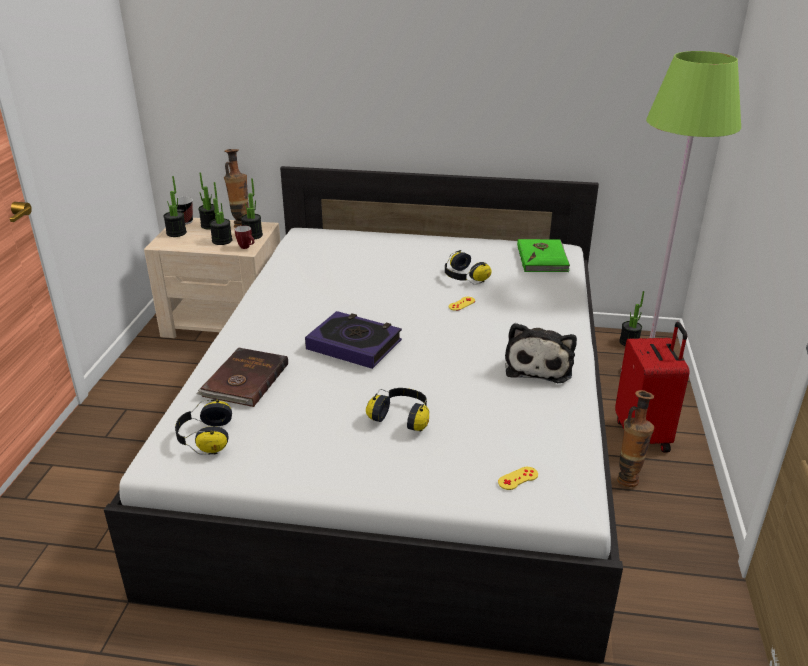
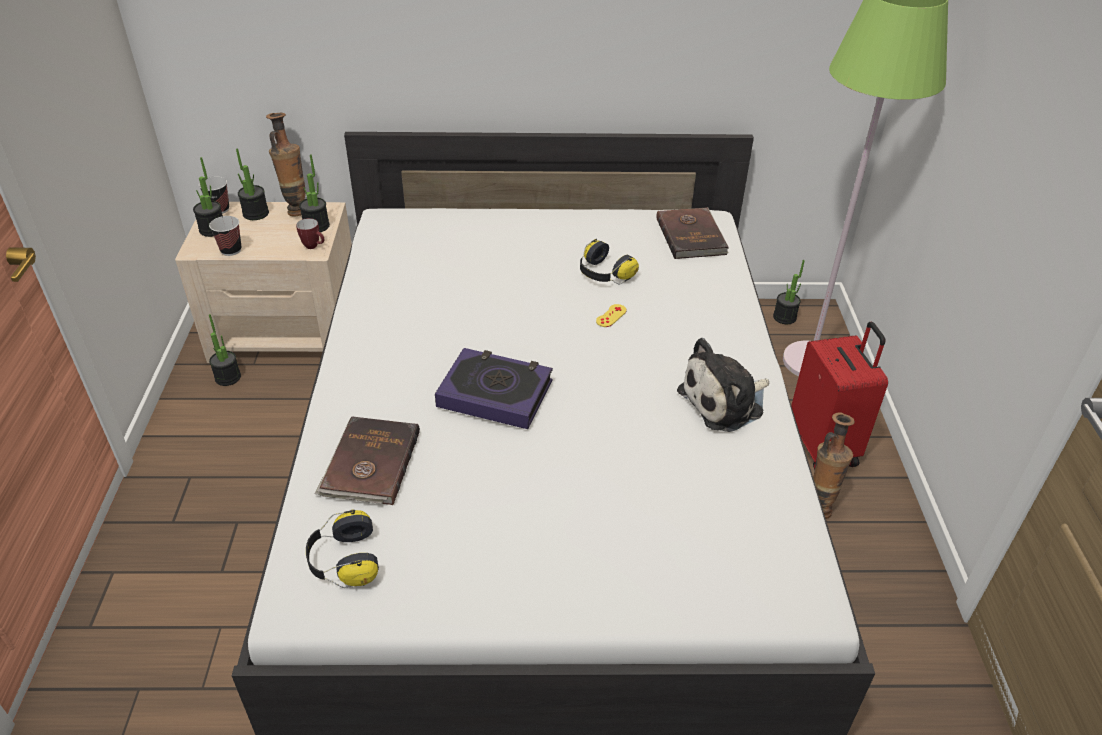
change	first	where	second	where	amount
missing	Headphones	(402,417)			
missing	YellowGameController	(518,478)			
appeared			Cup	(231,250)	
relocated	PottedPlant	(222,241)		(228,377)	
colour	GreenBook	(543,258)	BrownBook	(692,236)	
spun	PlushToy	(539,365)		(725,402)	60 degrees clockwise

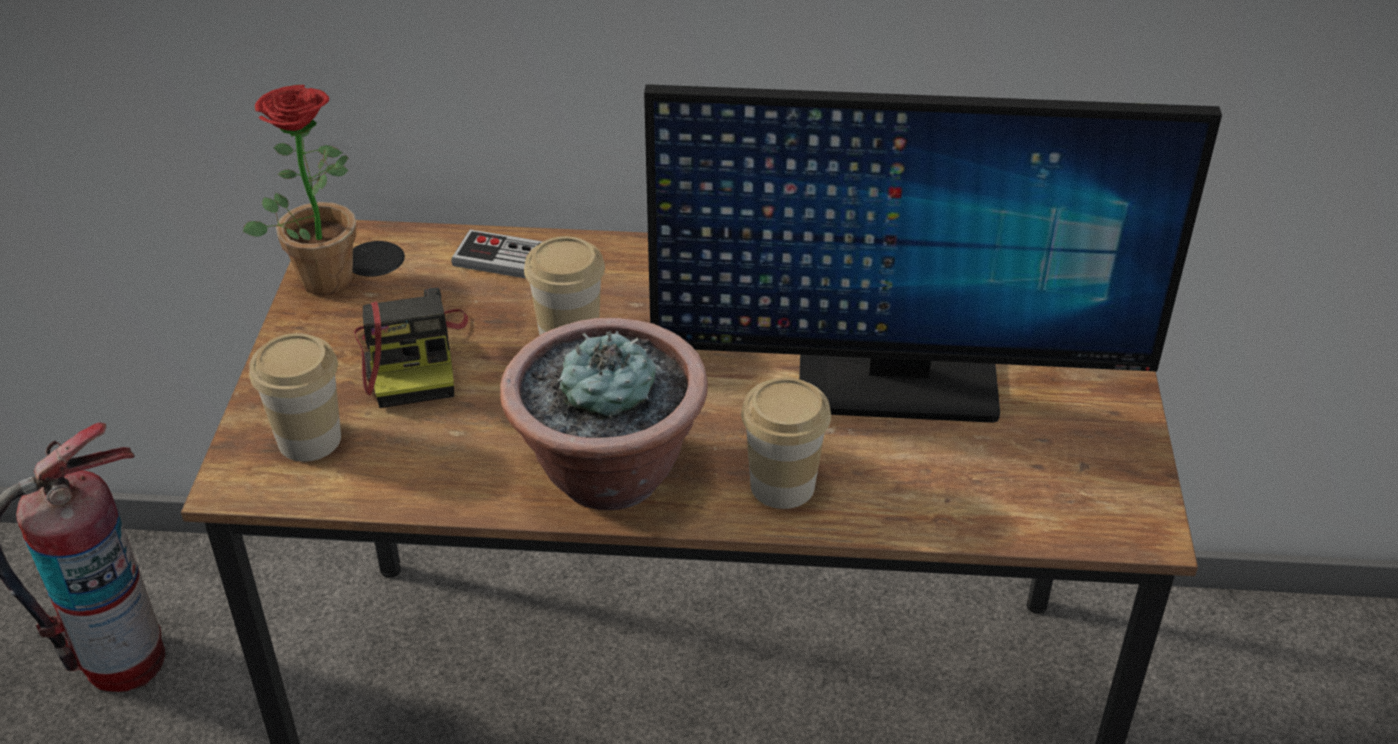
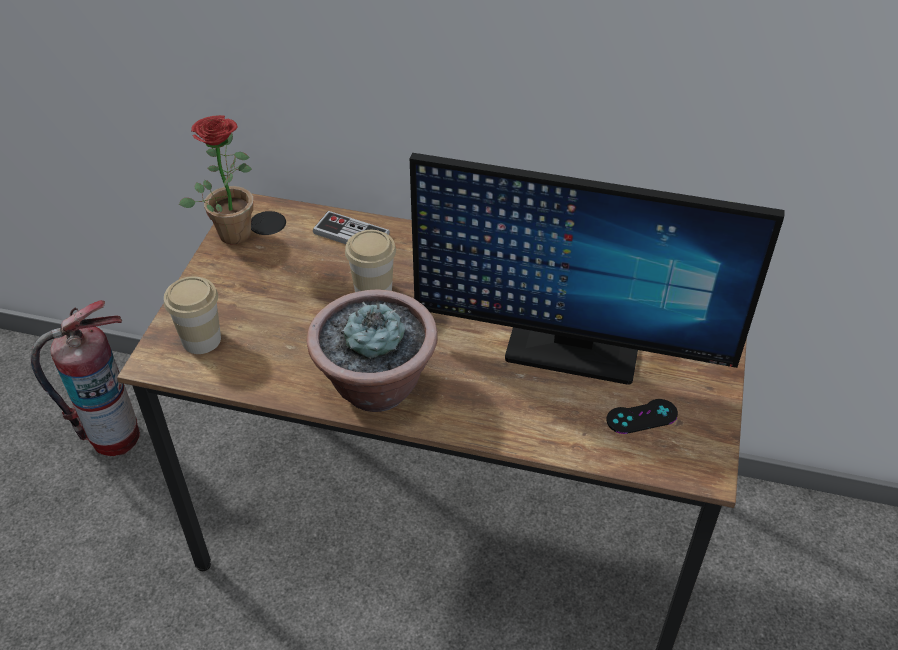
change	first	where	second	where	amount
missing	PhotoCamera	(413,358)			
missing	Cup	(782,485)			
appeared			BlackGameController	(641,417)	

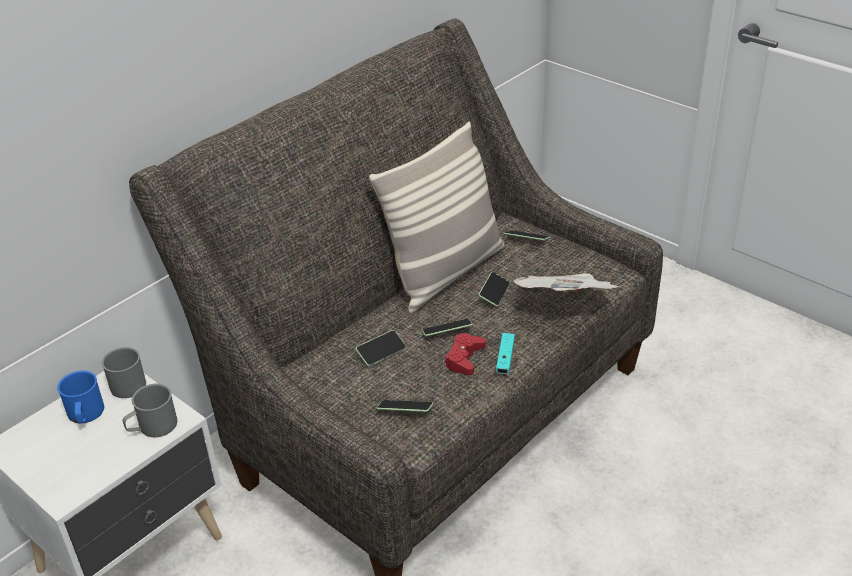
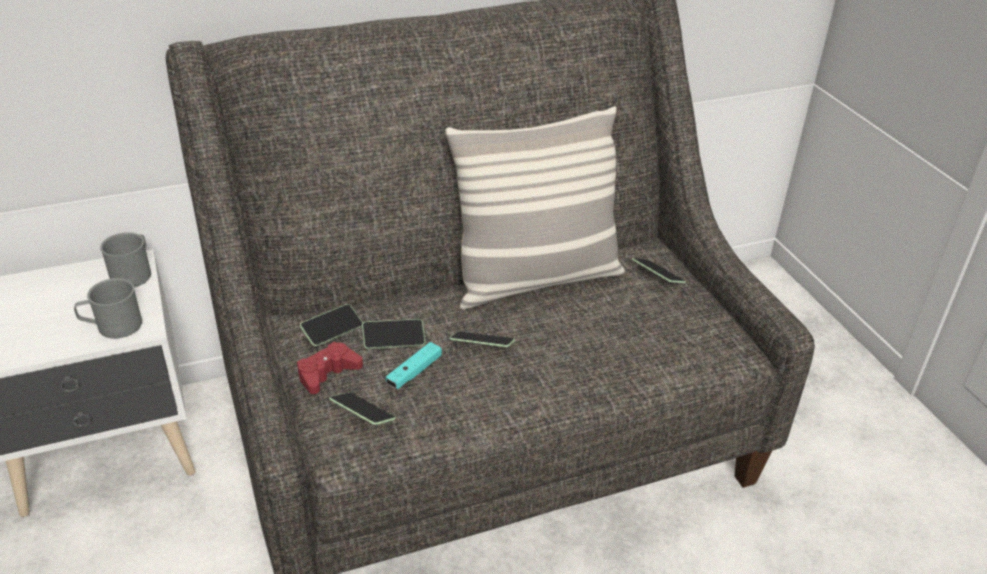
change	first	where	second	where	amount
missing	BlueMug	(85,415)			
missing	Newspaper	(565,304)			
relocated	RedGameController	(464,359)		(328,373)	
relocated	Phone	(494,294)		(332,331)	
relocated	TurquoiseGameController	(505,358)		(414,372)	

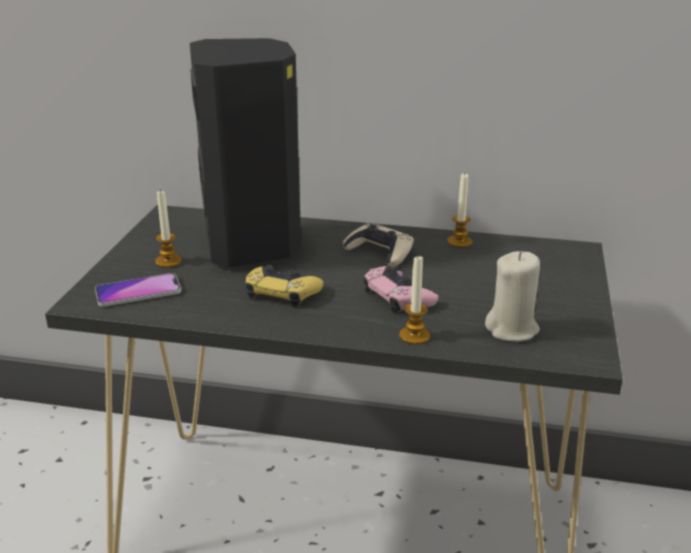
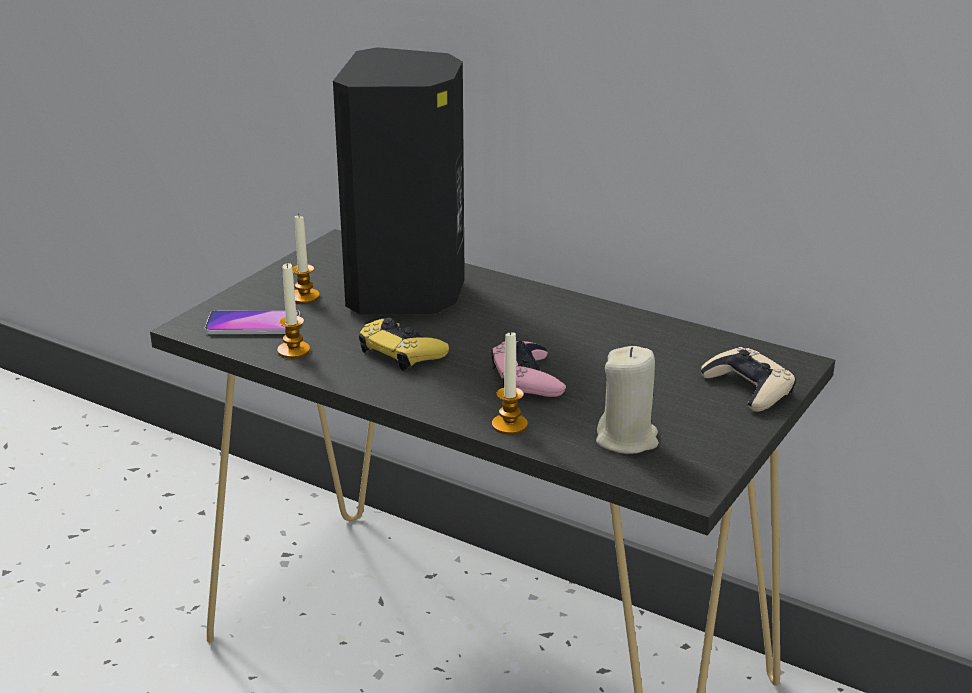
change	first	where	second	where	amount
relocated	BeigeGameController	(380,252)		(748,388)	
relocated	Candle	(459,242)		(293,351)	

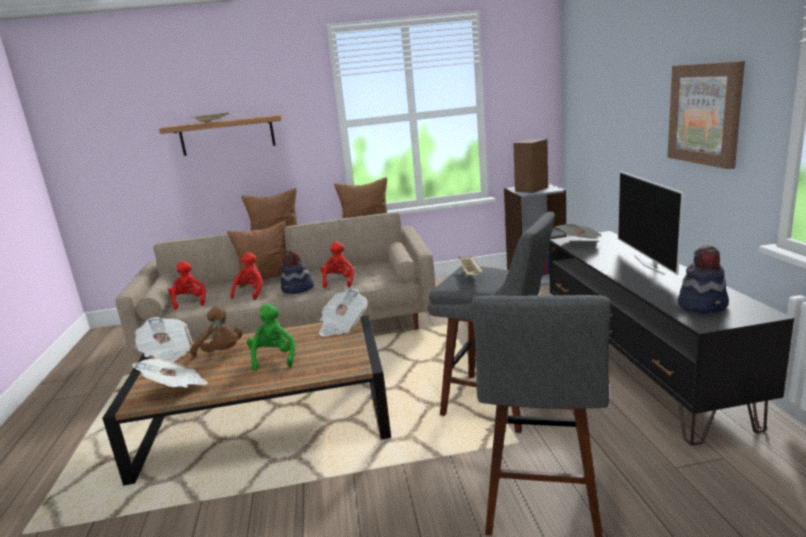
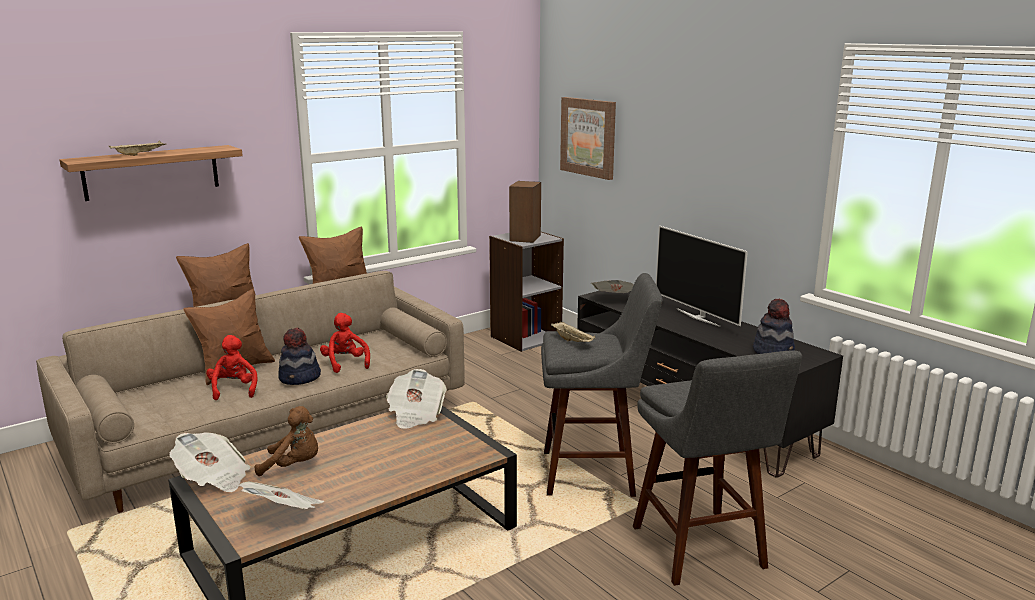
change	first	where	second	where	amount
missing	RedPlushToy	(189,302)			
missing	GreenPlushToy	(274,358)			
relocated	Picture	(705,114)		(588,137)	

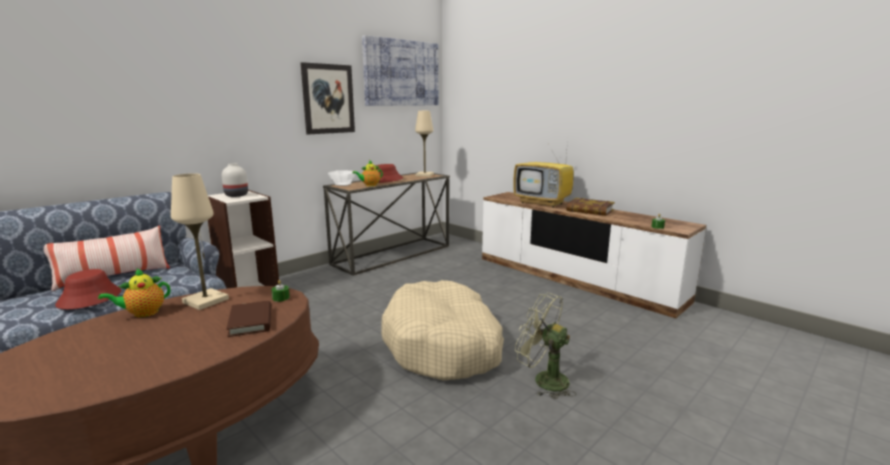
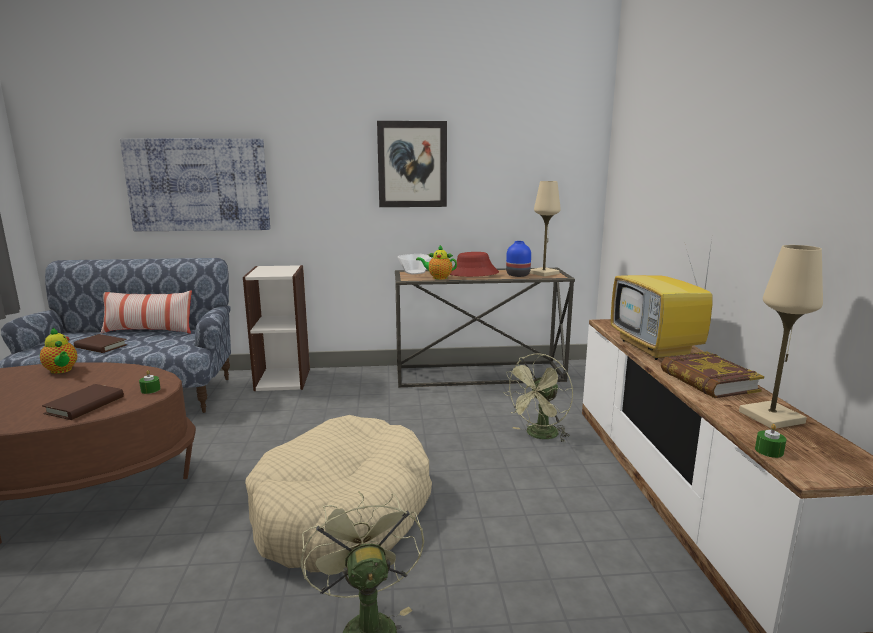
change	first	where	second	where	amount
missing	WhiteVase	(236,195)			
appeared			GreenFan	(539,436)	
appeared			BlueVase	(518,275)	
relocated	BeigeTableLamp	(206,301)		(771,417)	
relocated	Picture	(401,73)		(199,185)	
exchanged	RedHat	(89,298)	BrownBook	(100,346)	
spun	Teapot	(143,313)		(62,370)	135 degrees counterclockwise

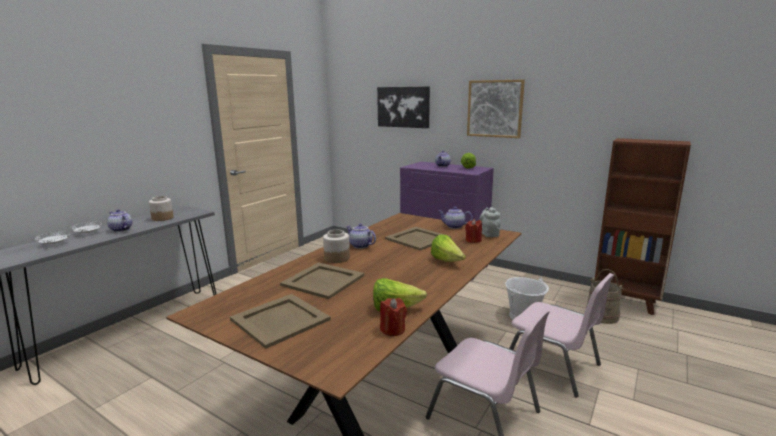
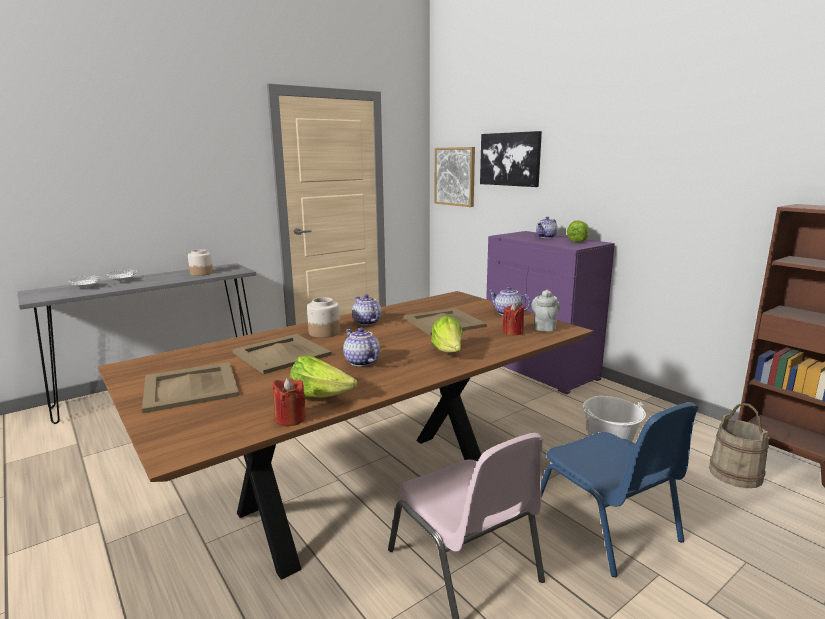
change	first	where	second	where	amount
relocated	Teapot	(120,229)		(361,362)	
relocated	Picture	(495,108)		(455,176)	
colour	PinkChair	(553,366)	BlueChair	(607,527)	

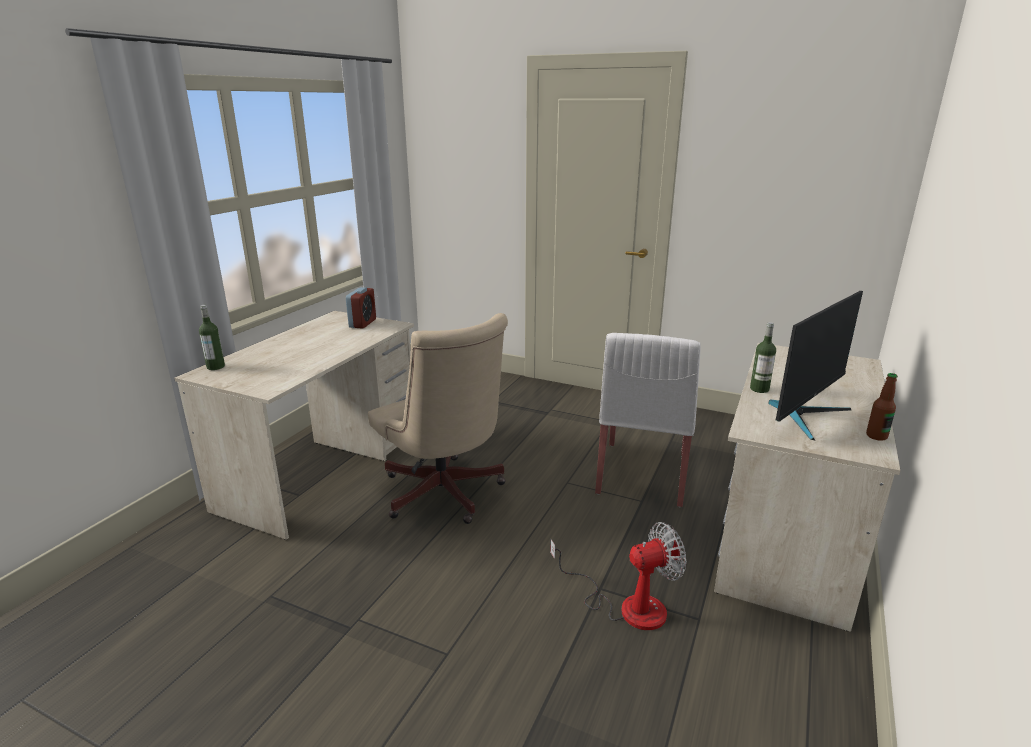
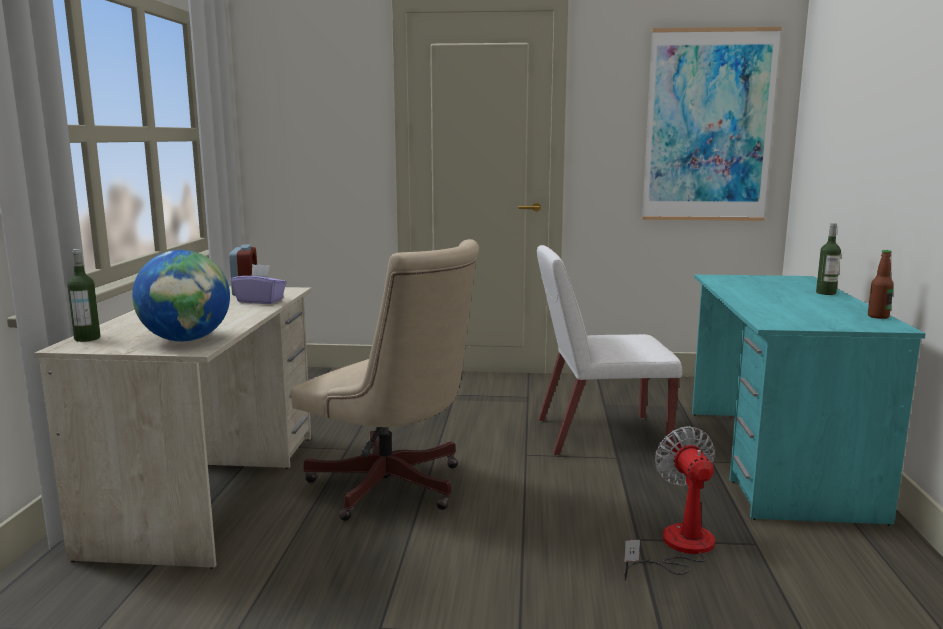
change	first	where	second	where	amount
missing	Monitor	(804,414)			
appeared			Globe	(186,340)	
appeared			PurpleTissueBox	(260,301)	
appeared			Picture	(708,126)	
relocated	Bottle	(759,389)		(825,293)	
colour	BeigeDesk	(787,534)	TurquoiseDesk	(775,461)	
spun	Fan	(627,606)		(678,548)	60 degrees counterclockwise
spun	WhiteChair	(642,474)		(599,435)	90 degrees clockwise

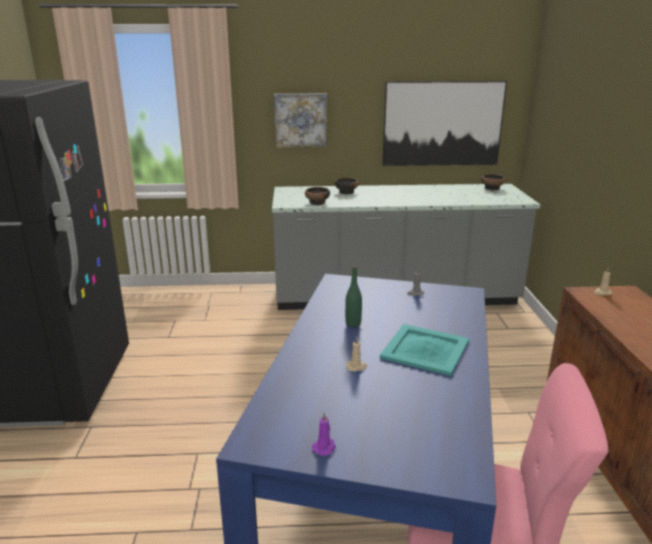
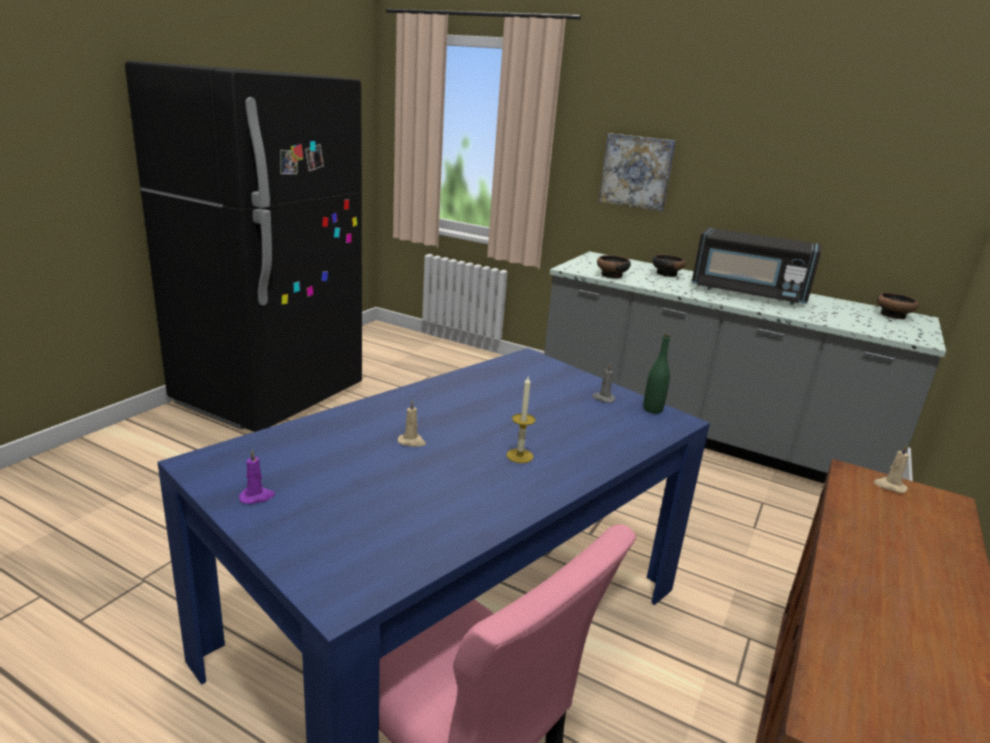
change	first	where	second	where	amount
missing	Picture	(442,124)			
appeared			BlackMicrowave	(748,293)	
relocated	GreenBottle	(353,323)		(652,409)	
exchanged	TurquoiseTray	(426,349)	Candle	(519,456)	

